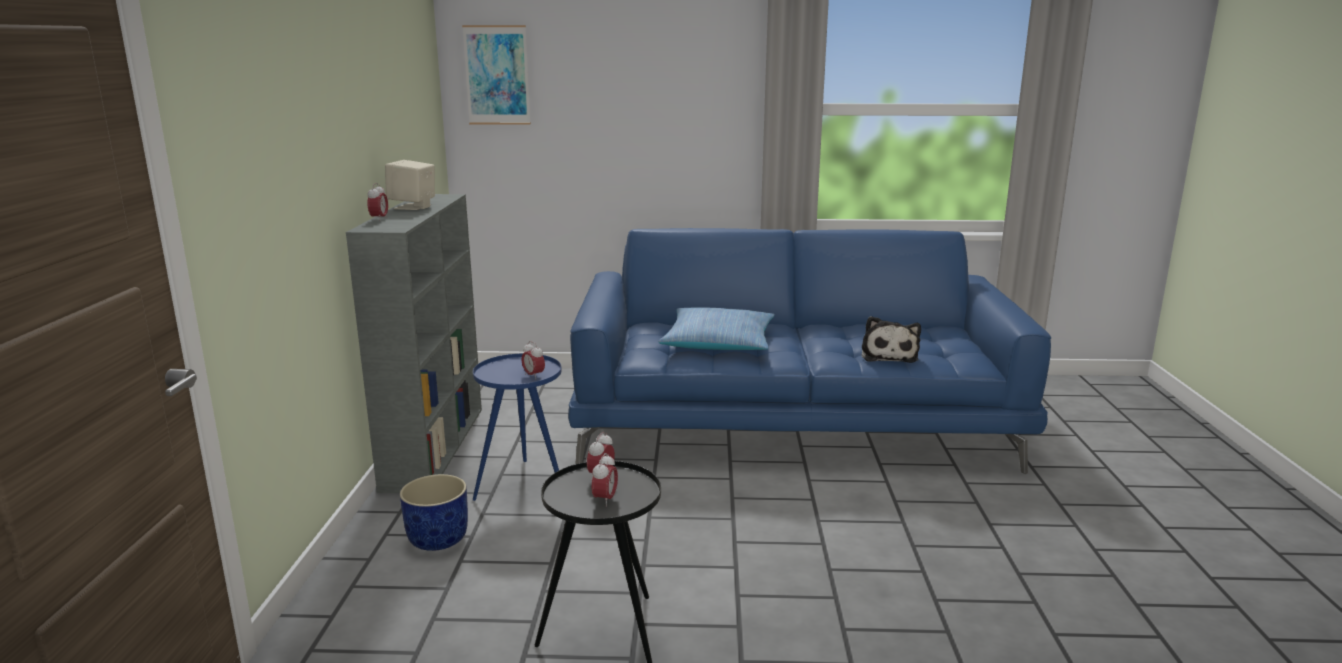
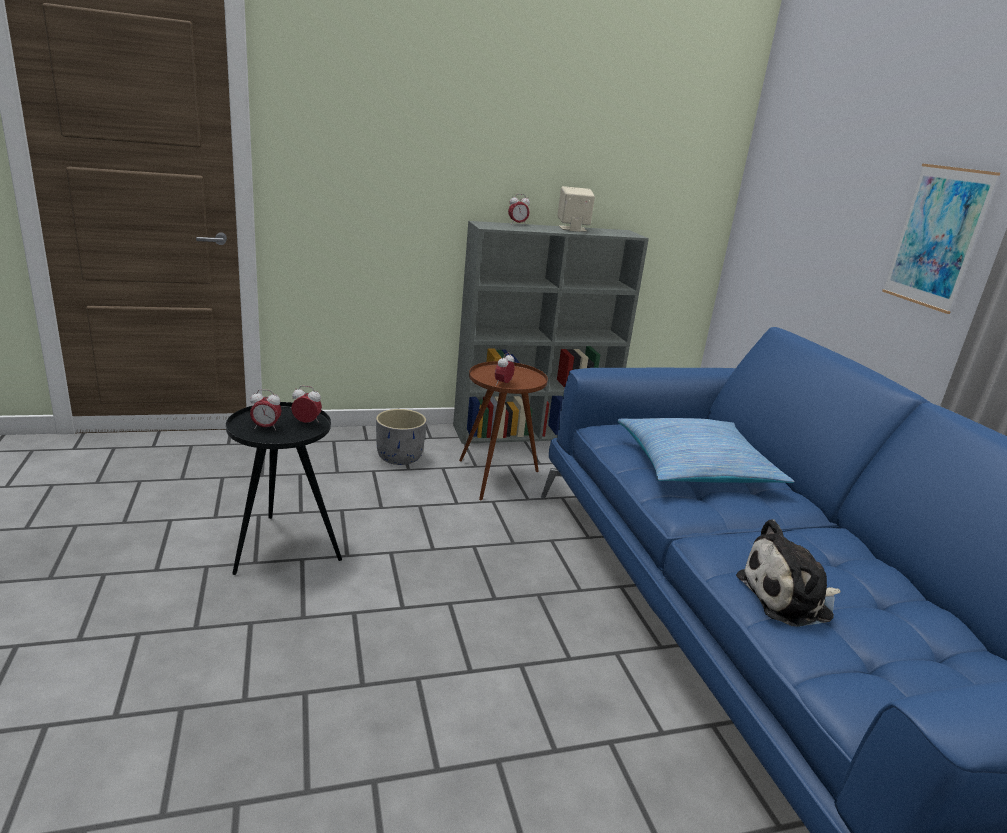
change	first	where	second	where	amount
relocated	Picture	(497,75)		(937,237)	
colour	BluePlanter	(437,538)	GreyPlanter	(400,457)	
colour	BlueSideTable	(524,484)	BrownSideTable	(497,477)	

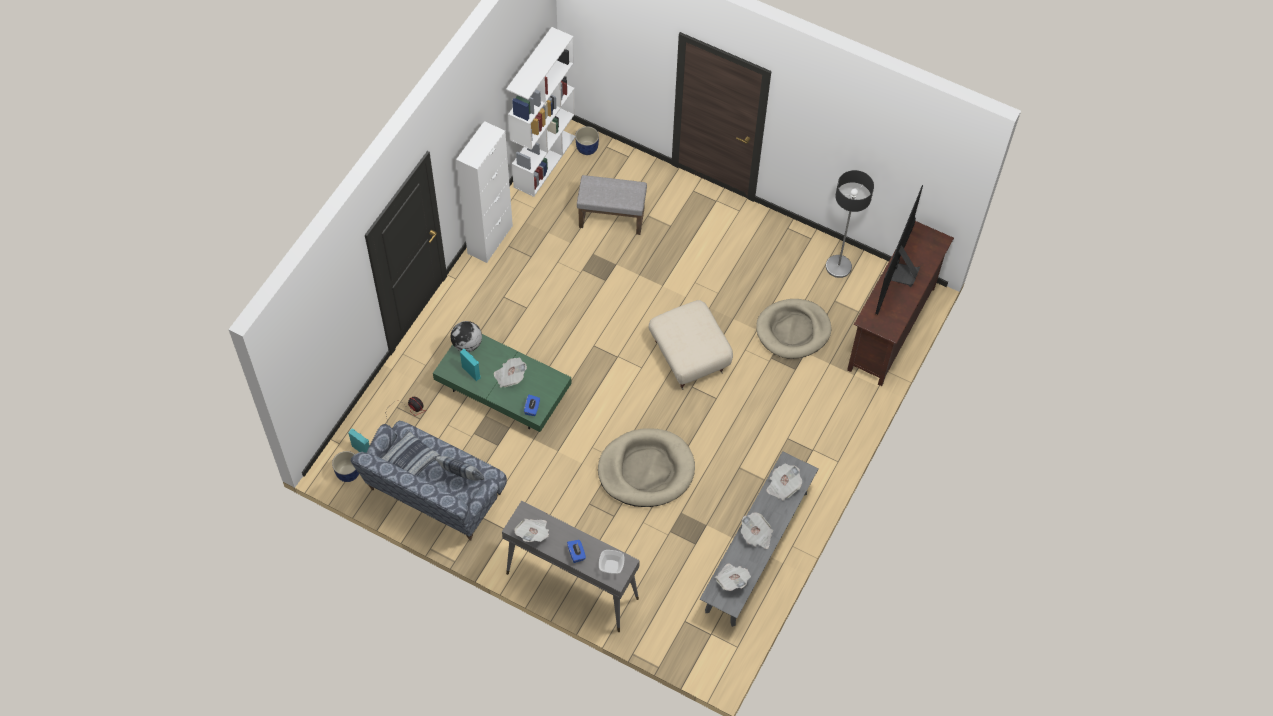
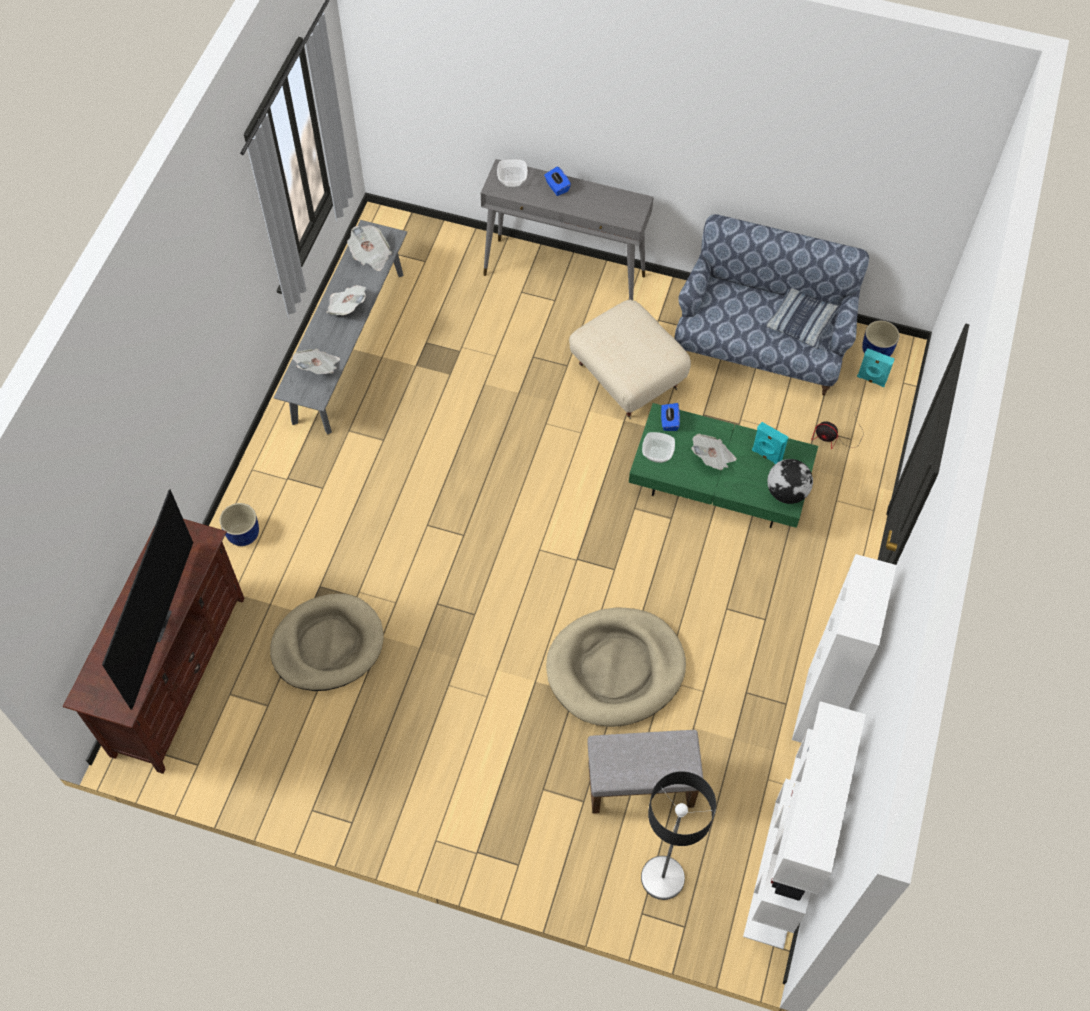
change	first	where	second	where	amount
missing	Pillow	(461,476)			
missing	Newspaper	(533,533)			
appeared			Bowl	(657,455)	
relocated	BluePlanter	(587,147)		(243,534)	
relocated	BeigeDogBed	(646,470)		(615,669)	
relocated	BeigeOttoman	(690,356)		(626,378)	
relocated	FloorLamp	(838,266)		(663,878)	

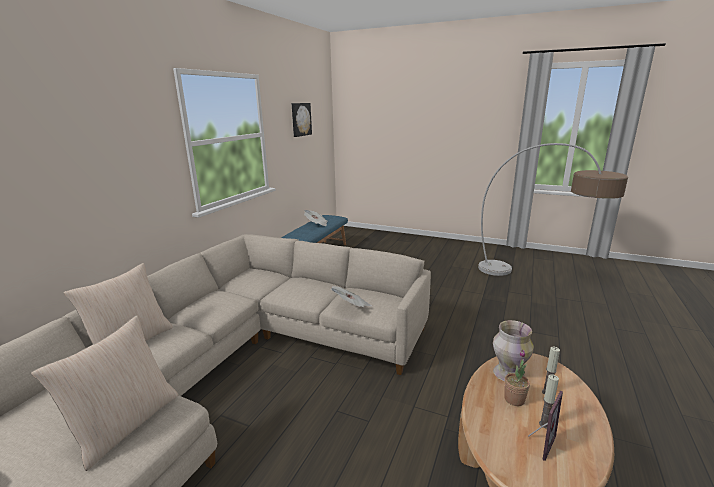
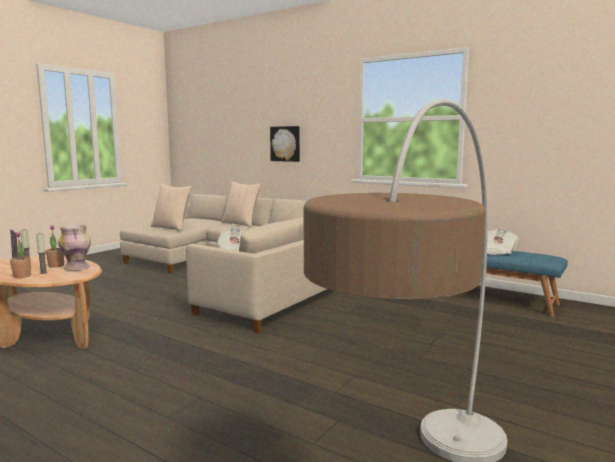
change	first	where	second	where	amount
appeared			PottedPlant	(22,276)	
relocated	Picture	(300,119)		(285,144)	

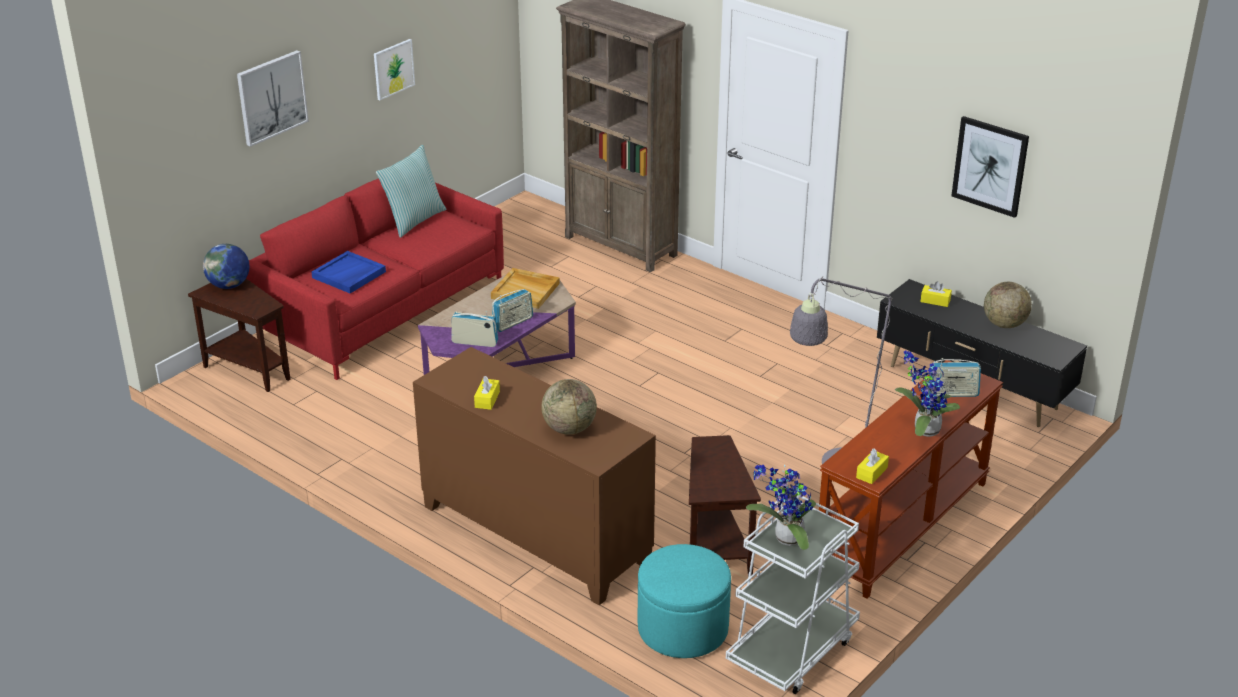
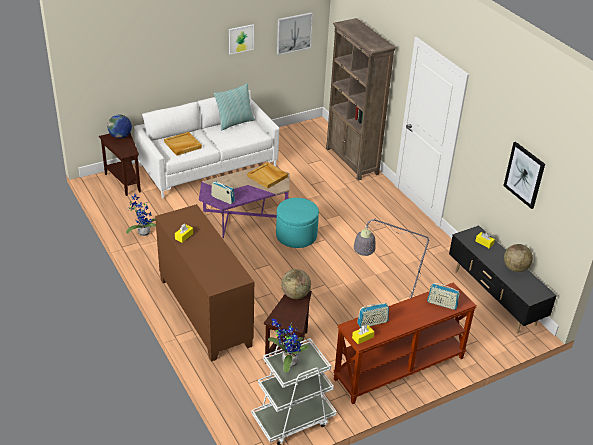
change	first	where	second	where	amount
relocated	Picture	(271,97)		(294,33)	
relocated	Radio	(512,323)		(372,323)	
relocated	Globe	(569,429)		(295,294)	
relocated	TurquoiseOttoman	(682,629)		(296,236)	
relocated	PottedPlant	(923,429)		(142,232)	
colour	RedSofa	(383,311)	WhiteSofa	(208,166)	
colour	BlueTray	(349,275)	BeigeTray	(182,145)	

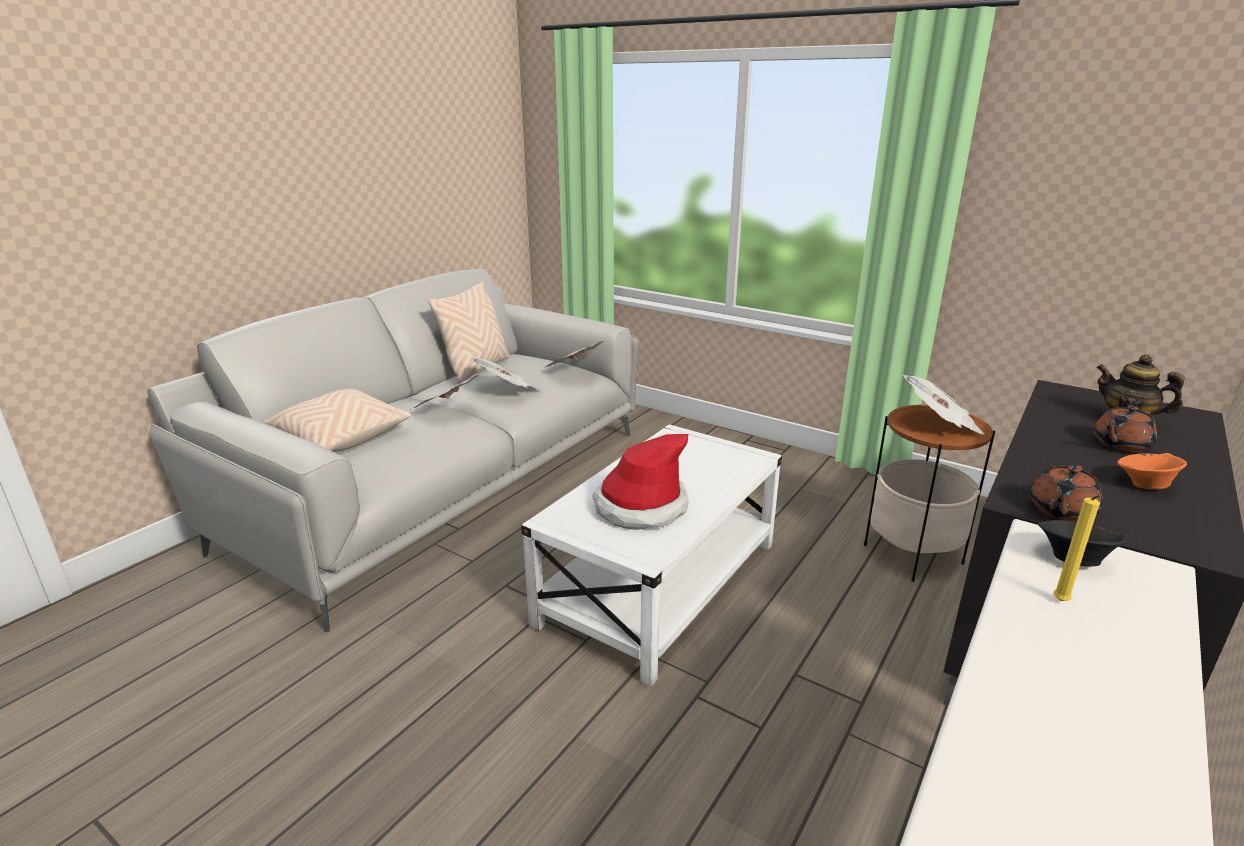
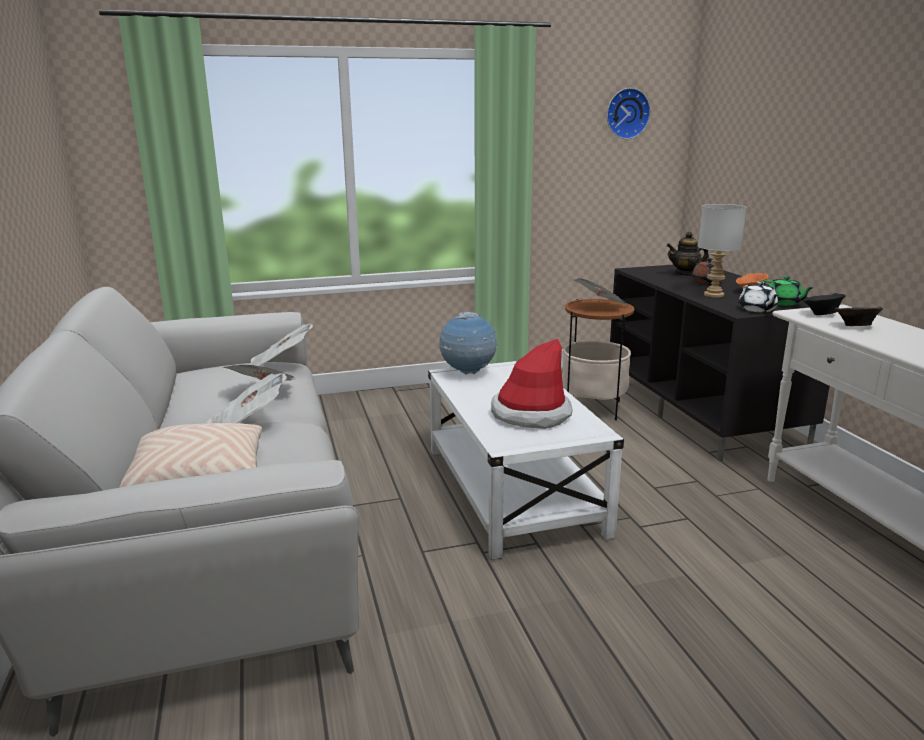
change	first	where	second	where	amount
missing	BeigePillow	(476,369)			
appeared			Globe	(468,373)	
appeared			WallClock	(626,113)	
appeared			GreyTableLamp	(713,295)	
appeared			GreenTeapot	(783,303)	
exchanged	YellowCandle	(1060,602)	BrownBowl	(855,327)	
colour	BrownTeapot	(1061,511)	WhiteTeapot	(757,309)	

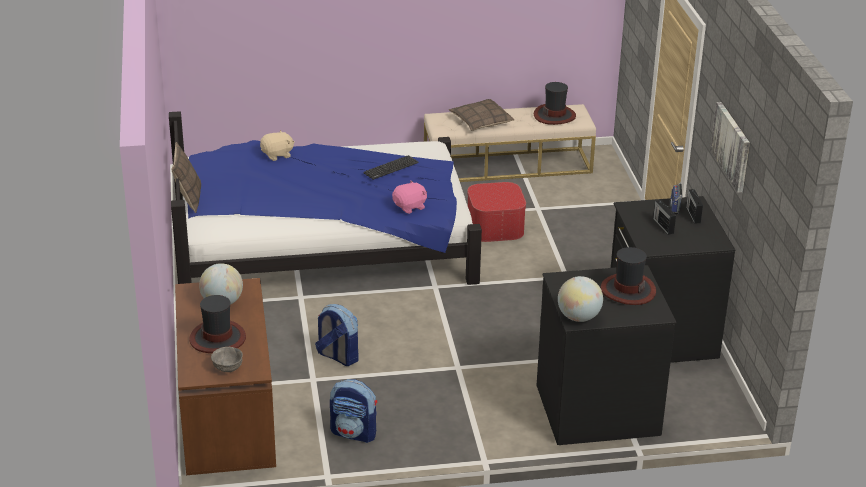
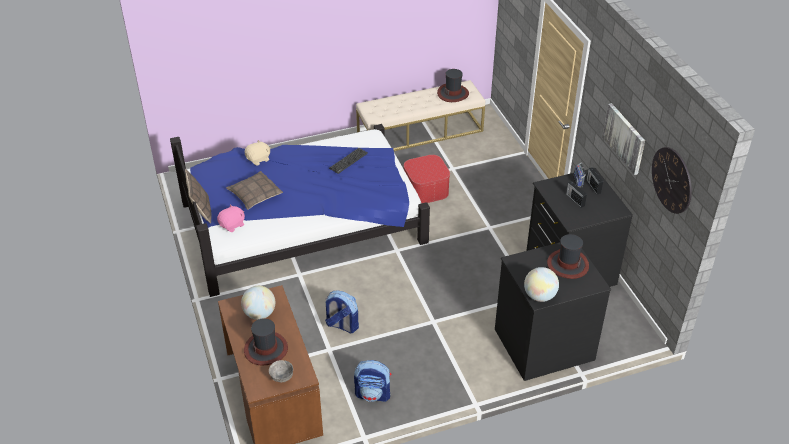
change	first	where	second	where	amount
appeared			WallClock	(672,180)	
relocated	PinkPlushToy	(410,207)		(232,225)	
relocated	Pillow	(481,121)		(255,194)	

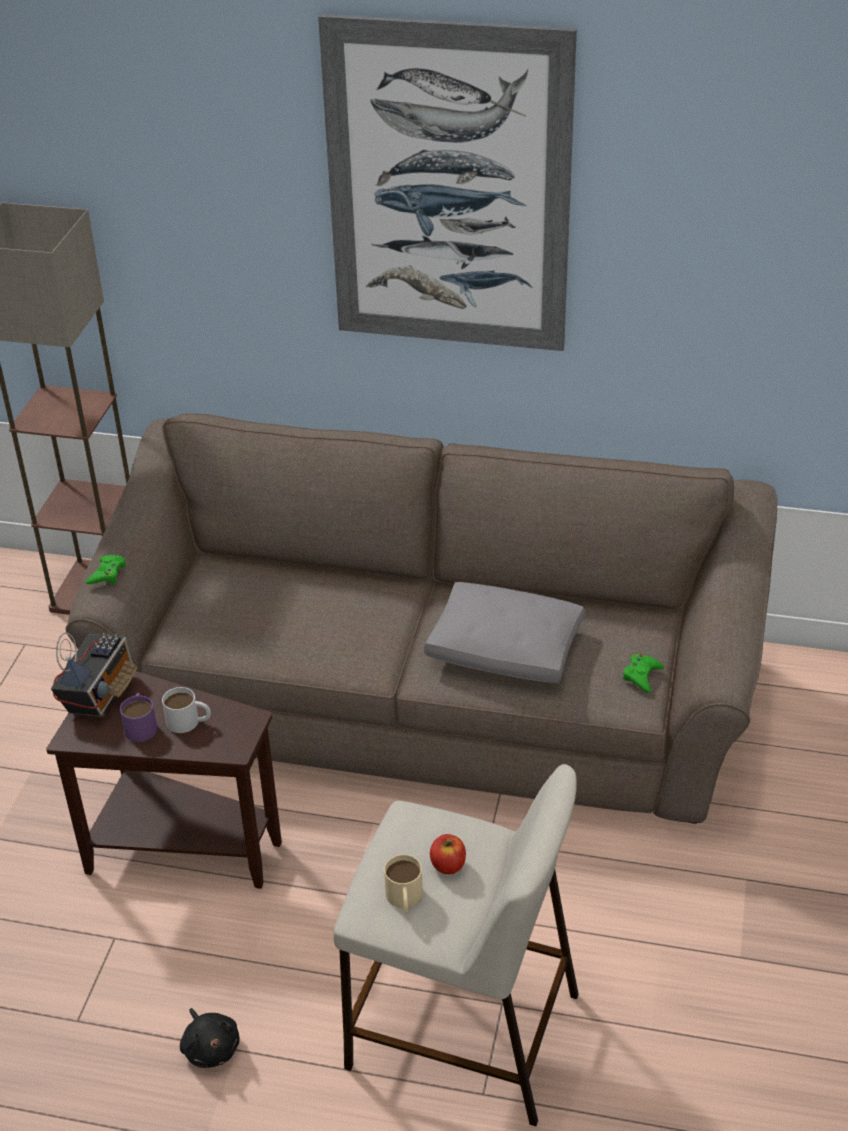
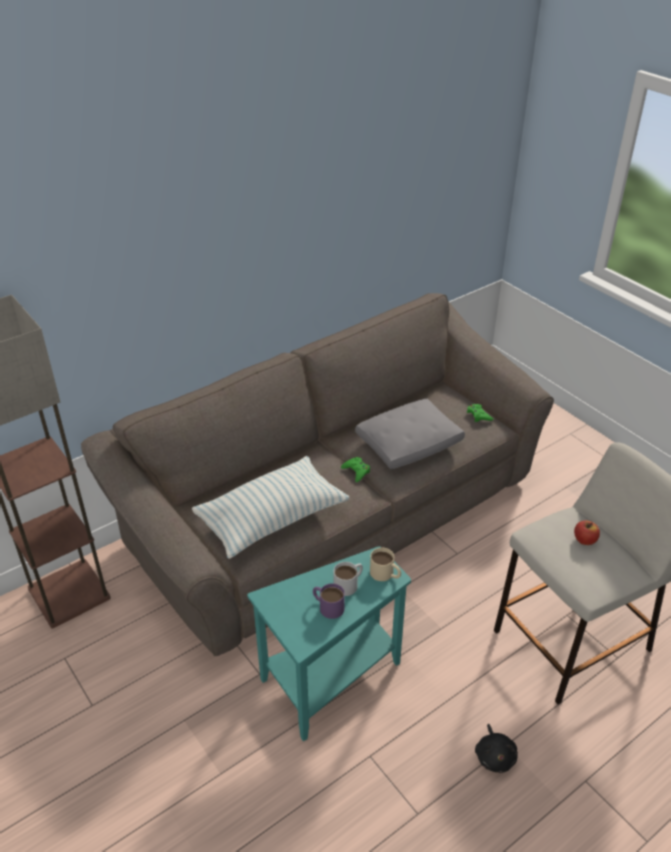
change	first	where	second	where	amount
missing	Radio	(100,694)			
missing	Picture	(448,190)			
appeared			Pillow	(272,518)	
relocated	GreenGameController	(107,573)		(356,471)	
relocated	BeigeMug	(404,899)		(385,574)	
colour	BrownSideTable	(179,846)	TurquoiseSideTable	(329,682)	
spun	BlackPlushToy	(211,1047)		(495,756)	75 degrees clockwise

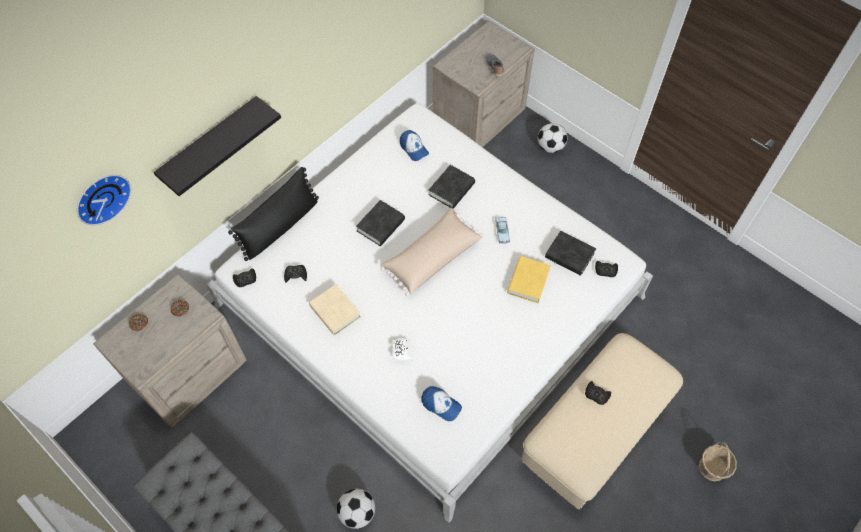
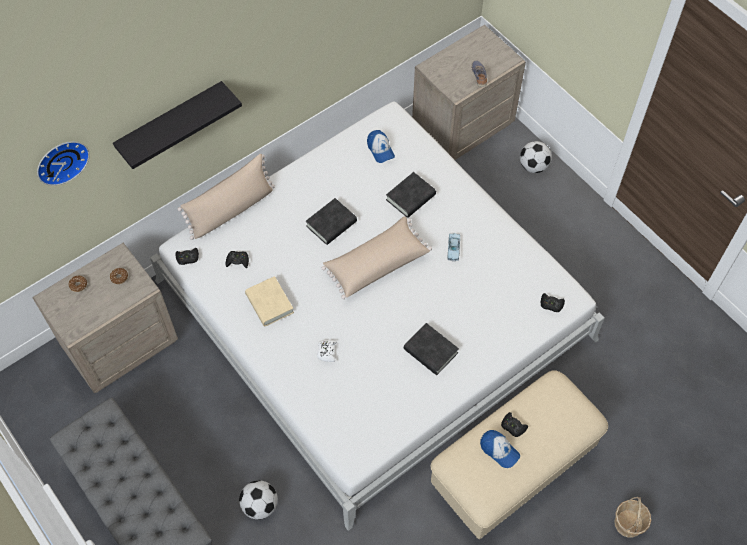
change	first	where	second	where	amount
missing	YellowBook	(528,281)			
relocated	Cap	(441,405)		(499,450)	
relocated	BlackBook	(569,255)		(430,351)	
colour	BlackPillow	(280,226)	BeigePillow	(231,210)	

